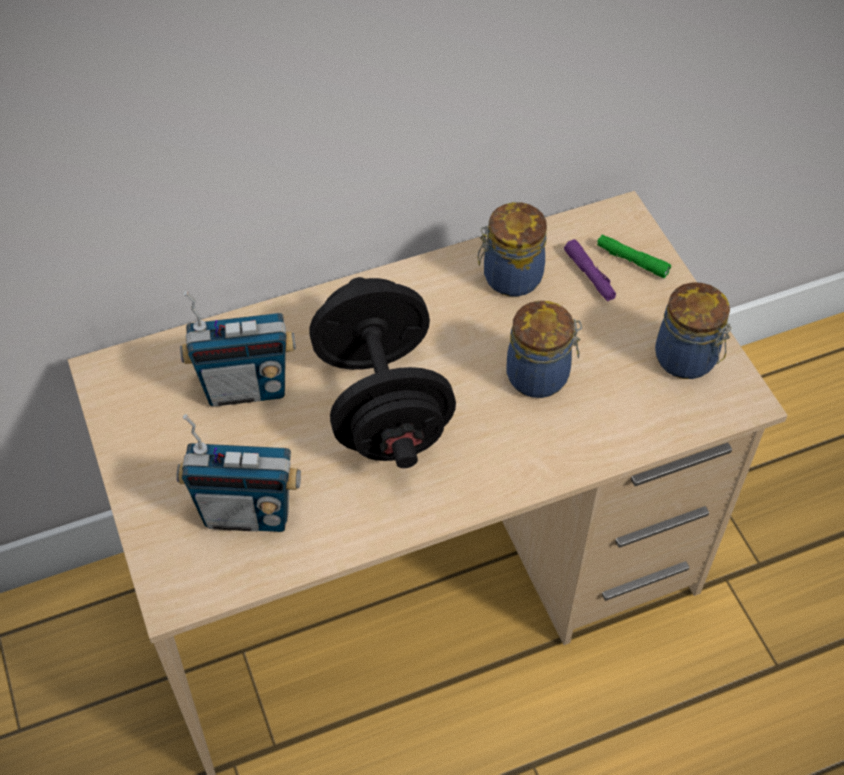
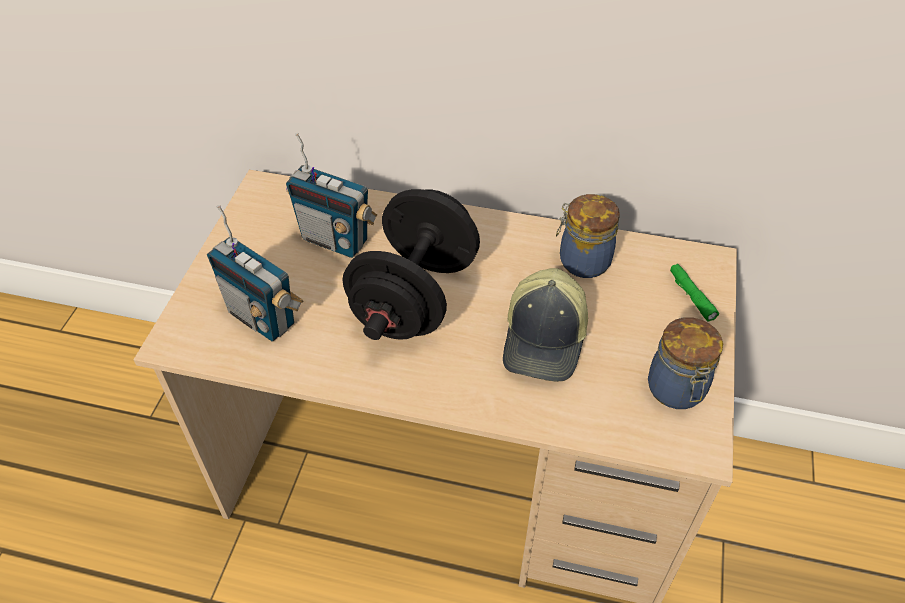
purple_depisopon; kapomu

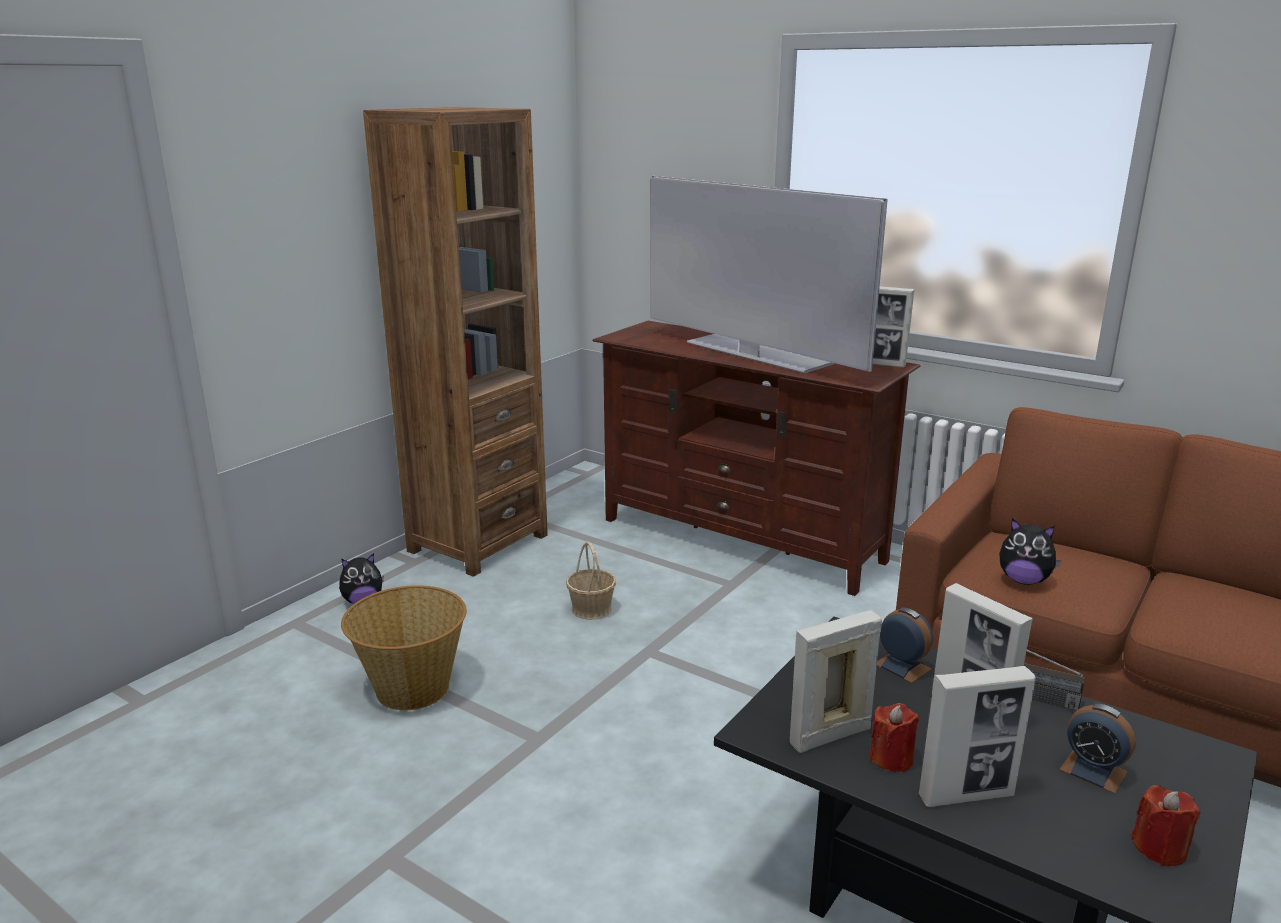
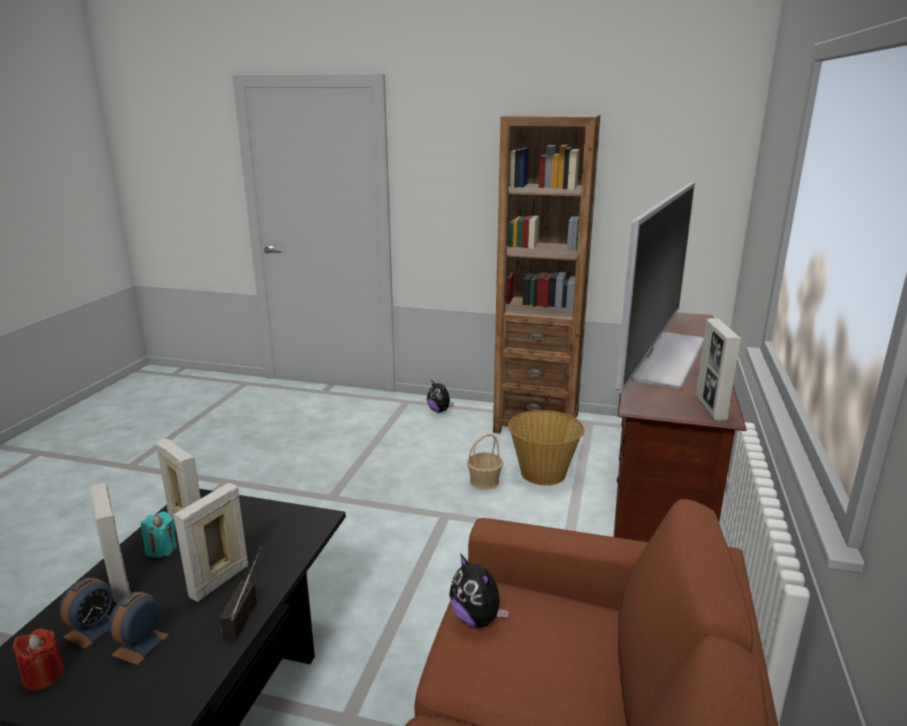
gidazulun (2nd from left); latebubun (1st from left); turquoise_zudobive; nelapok (2nd from left)

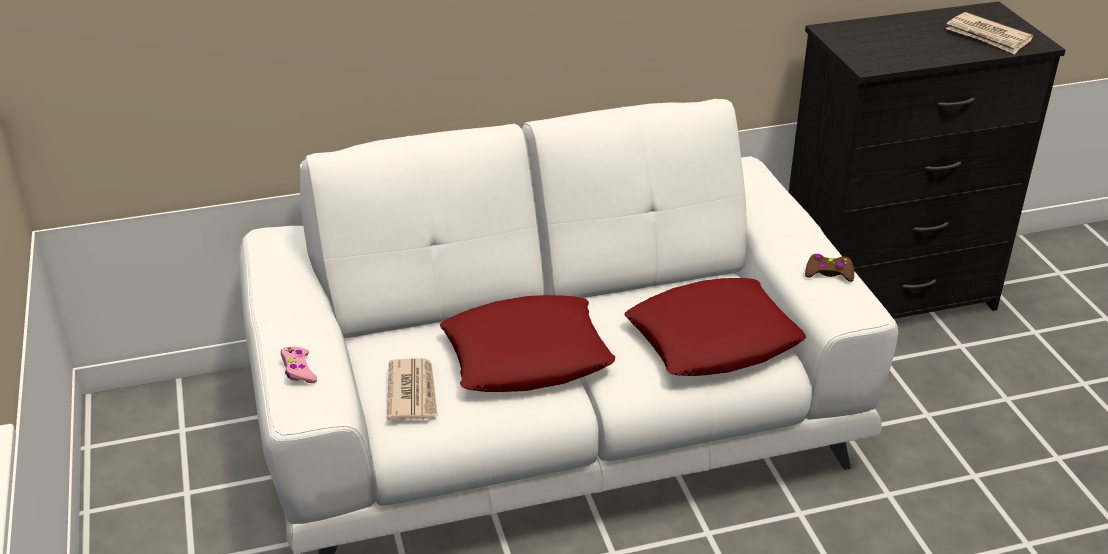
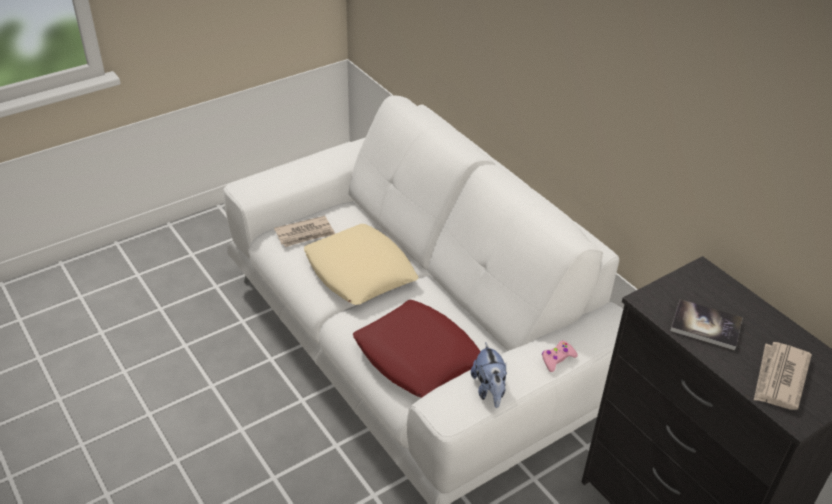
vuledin; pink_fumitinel; nelapok; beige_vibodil

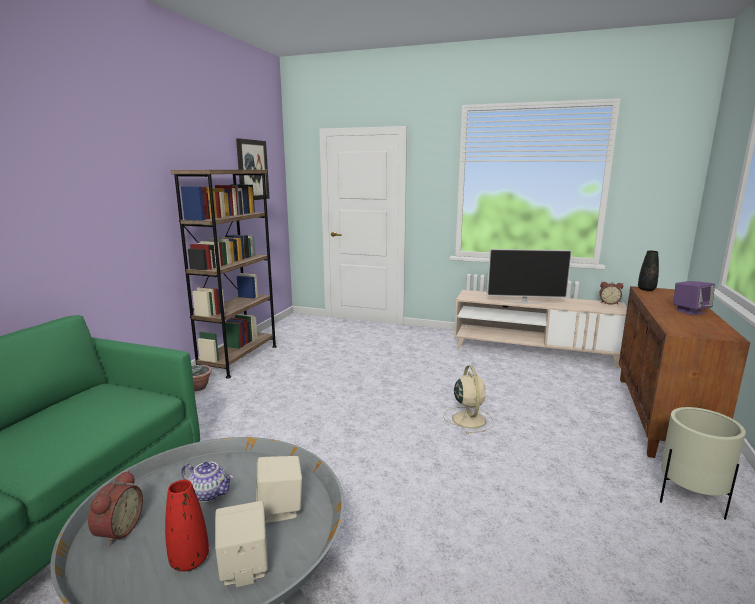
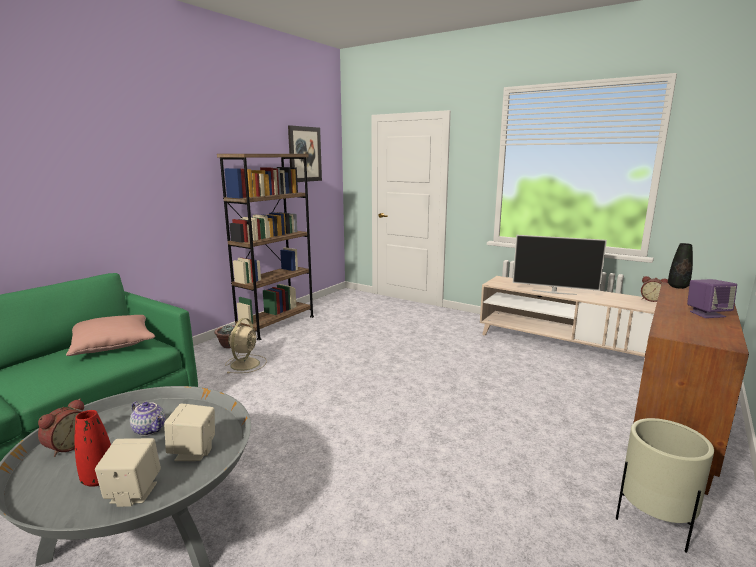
pink_vibodil; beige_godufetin

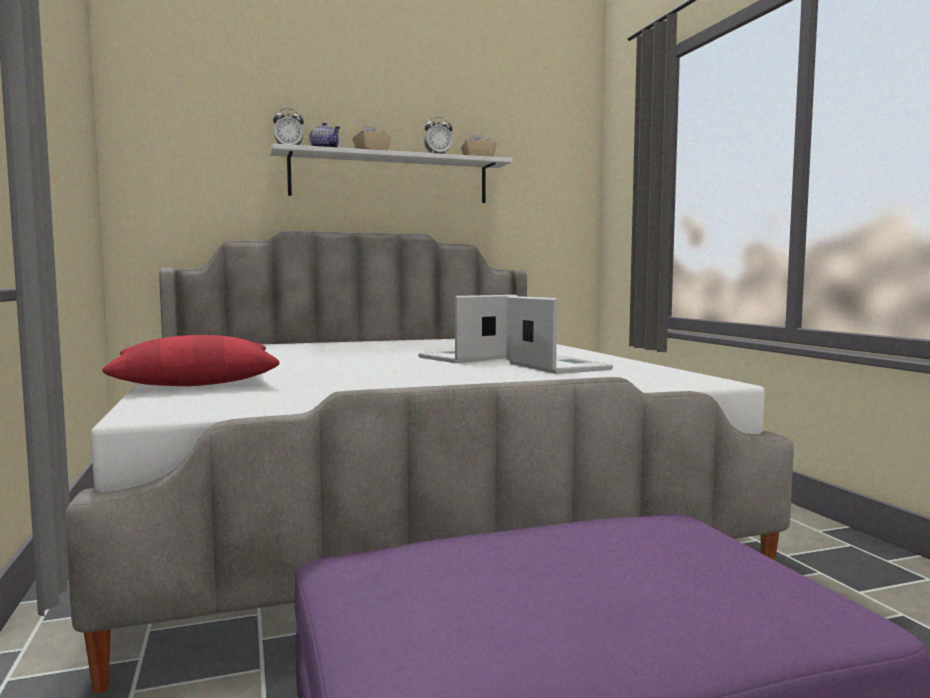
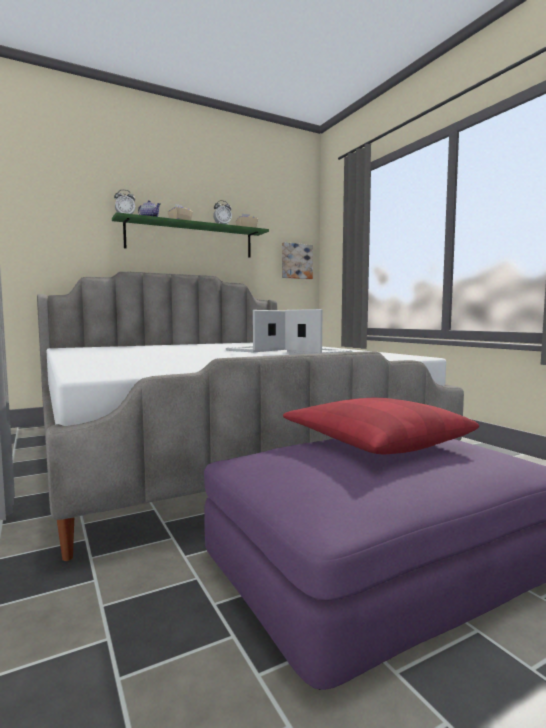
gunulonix; red_vibodil; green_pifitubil

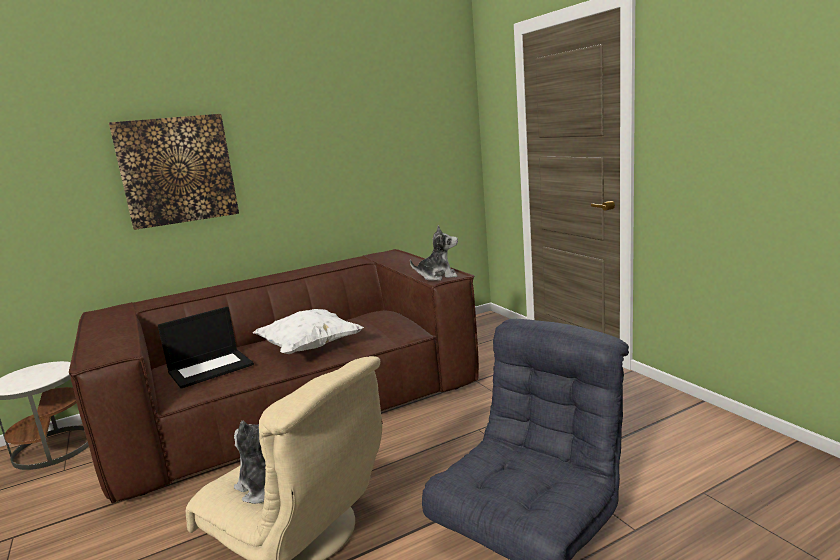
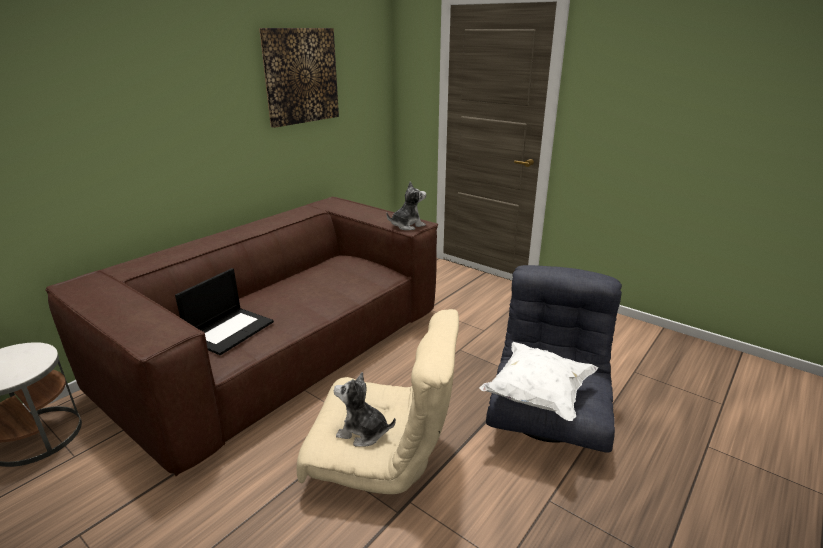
gunulonix; white_vibodil

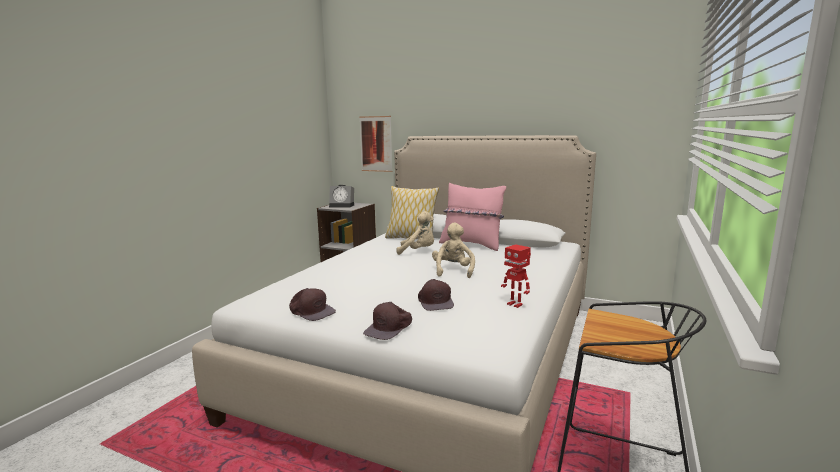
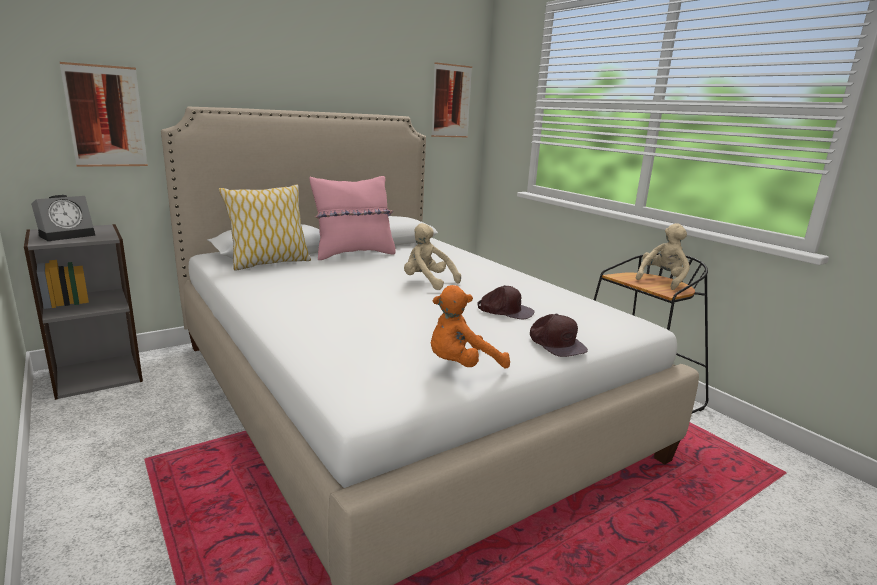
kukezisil; gunulonix (2nd from left); beige_nelapok (2nd from left); orange_nelapok

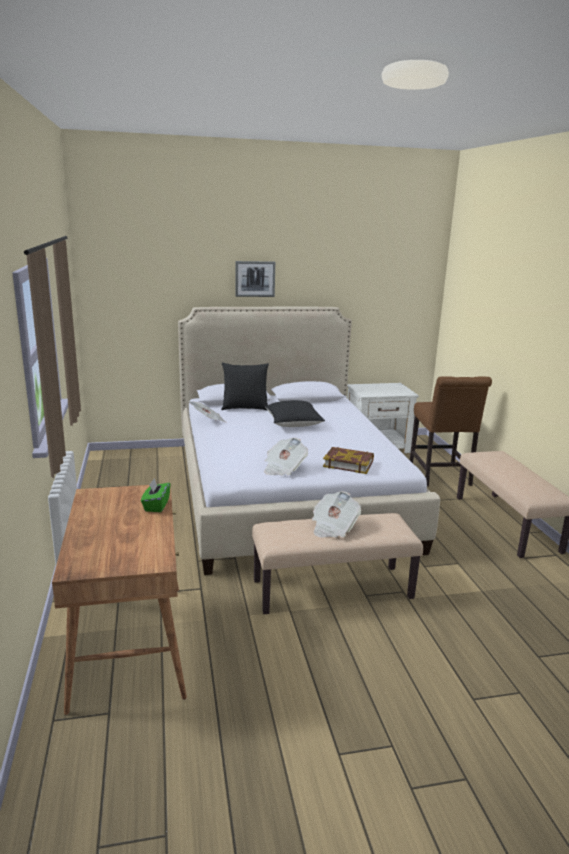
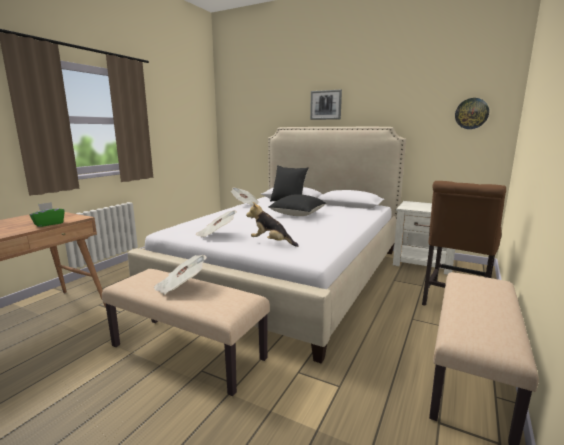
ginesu; nelapok

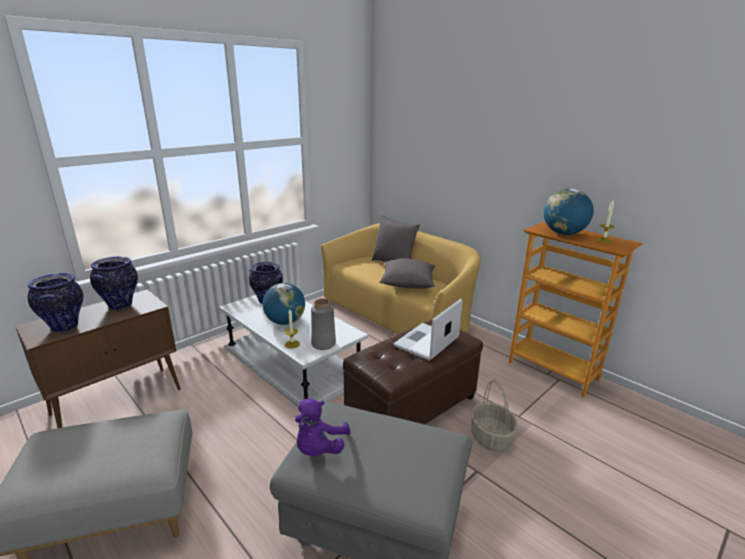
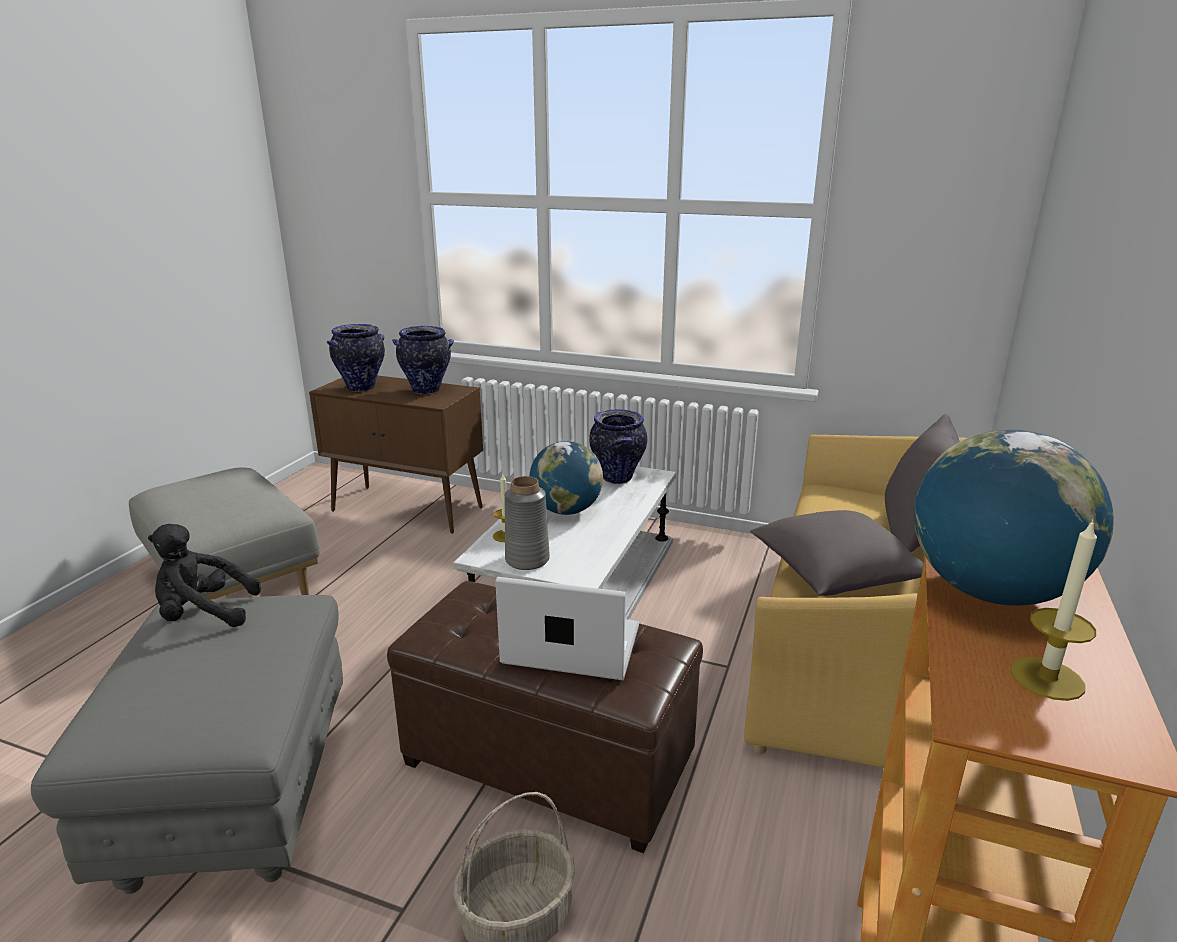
black_nelapok

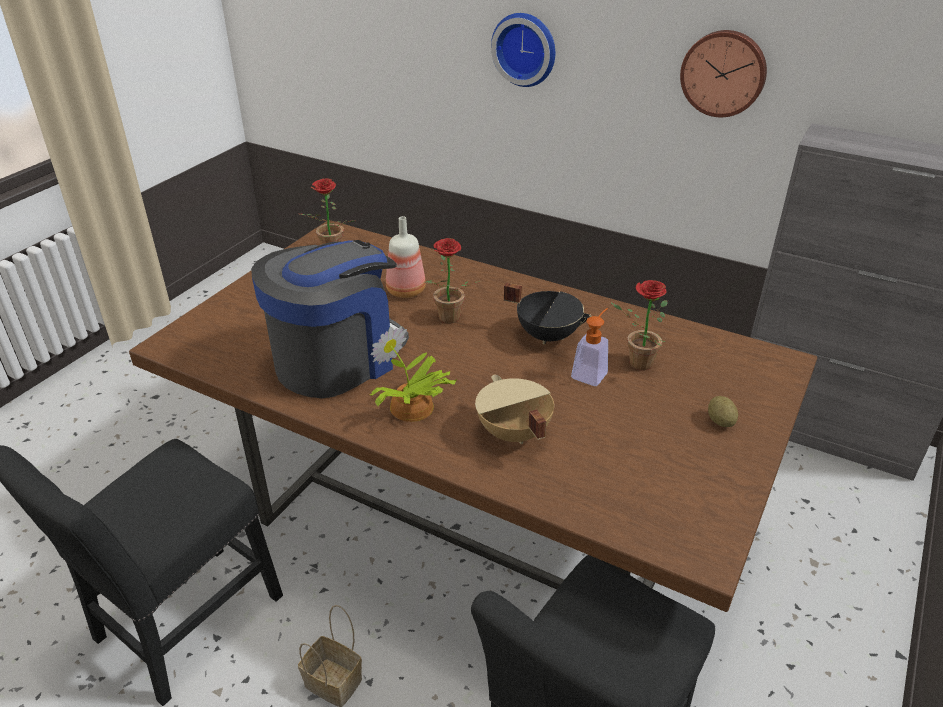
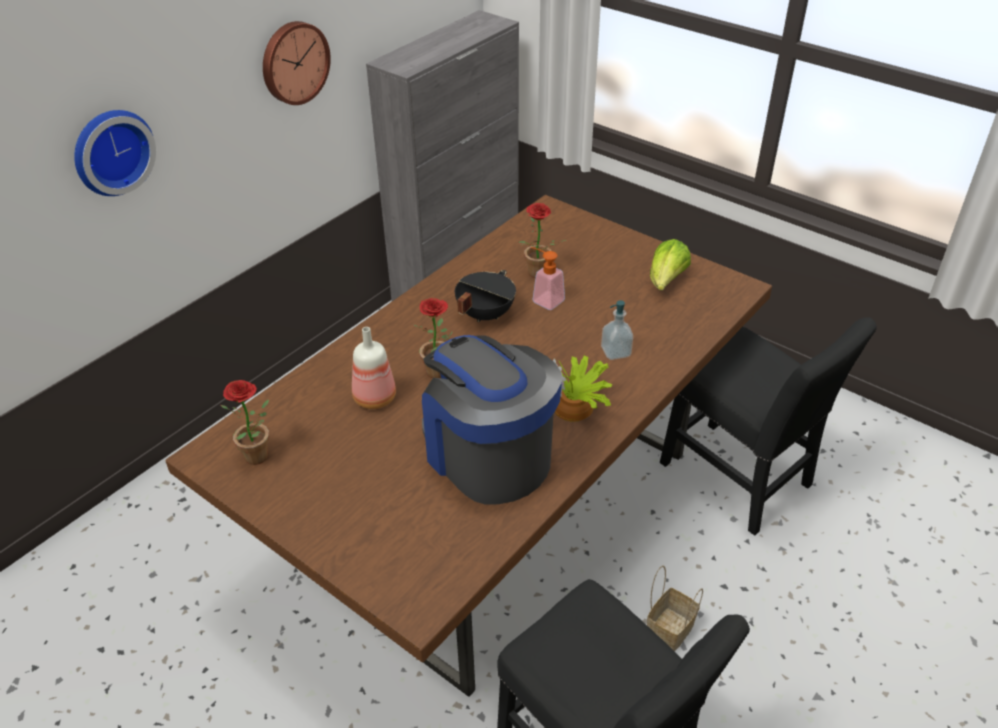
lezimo; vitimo; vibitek (2nd from left)

